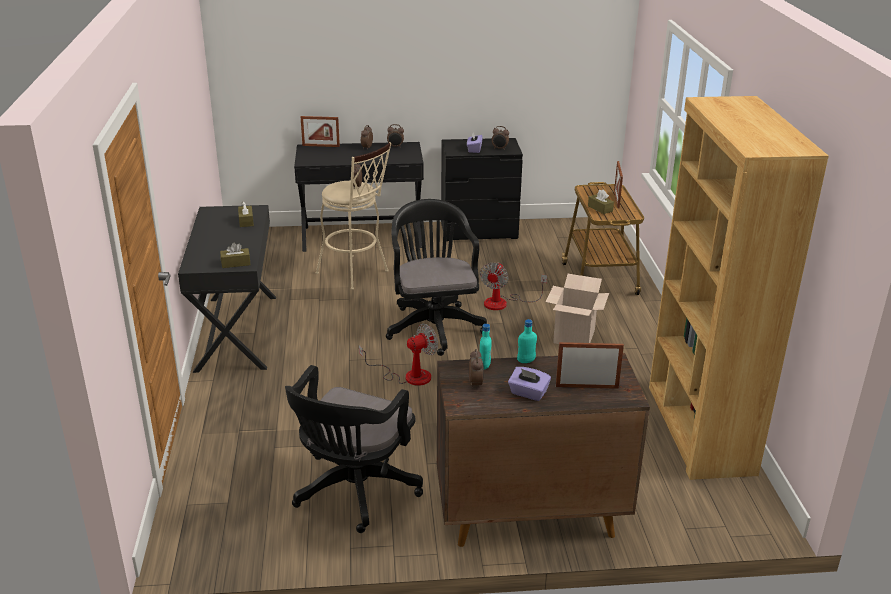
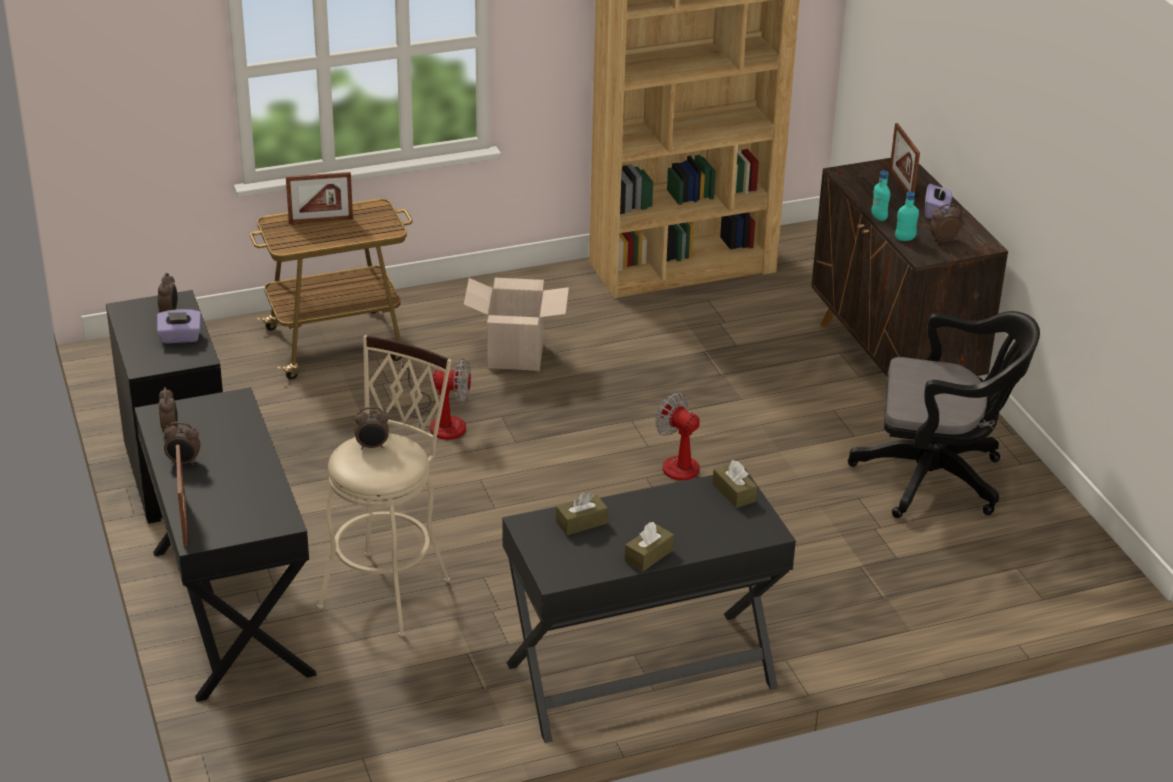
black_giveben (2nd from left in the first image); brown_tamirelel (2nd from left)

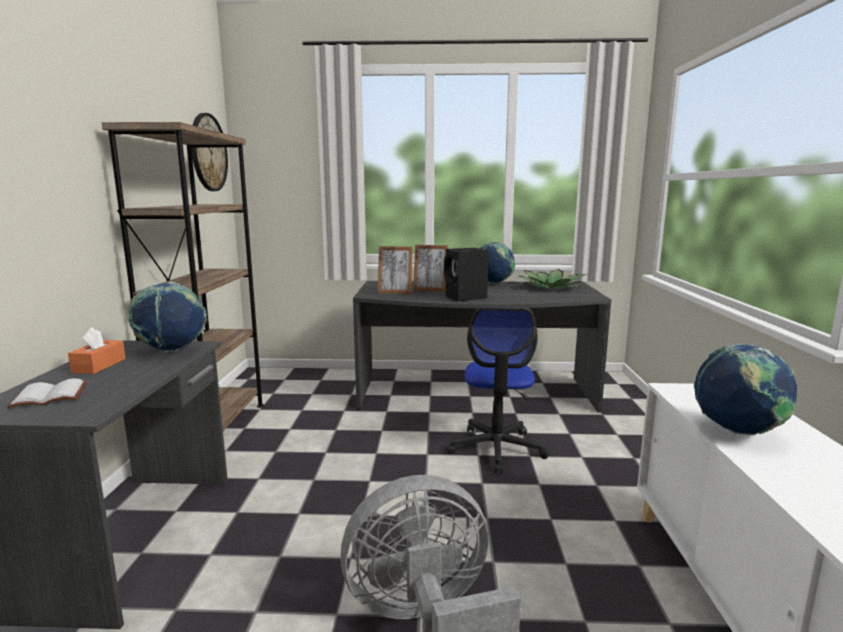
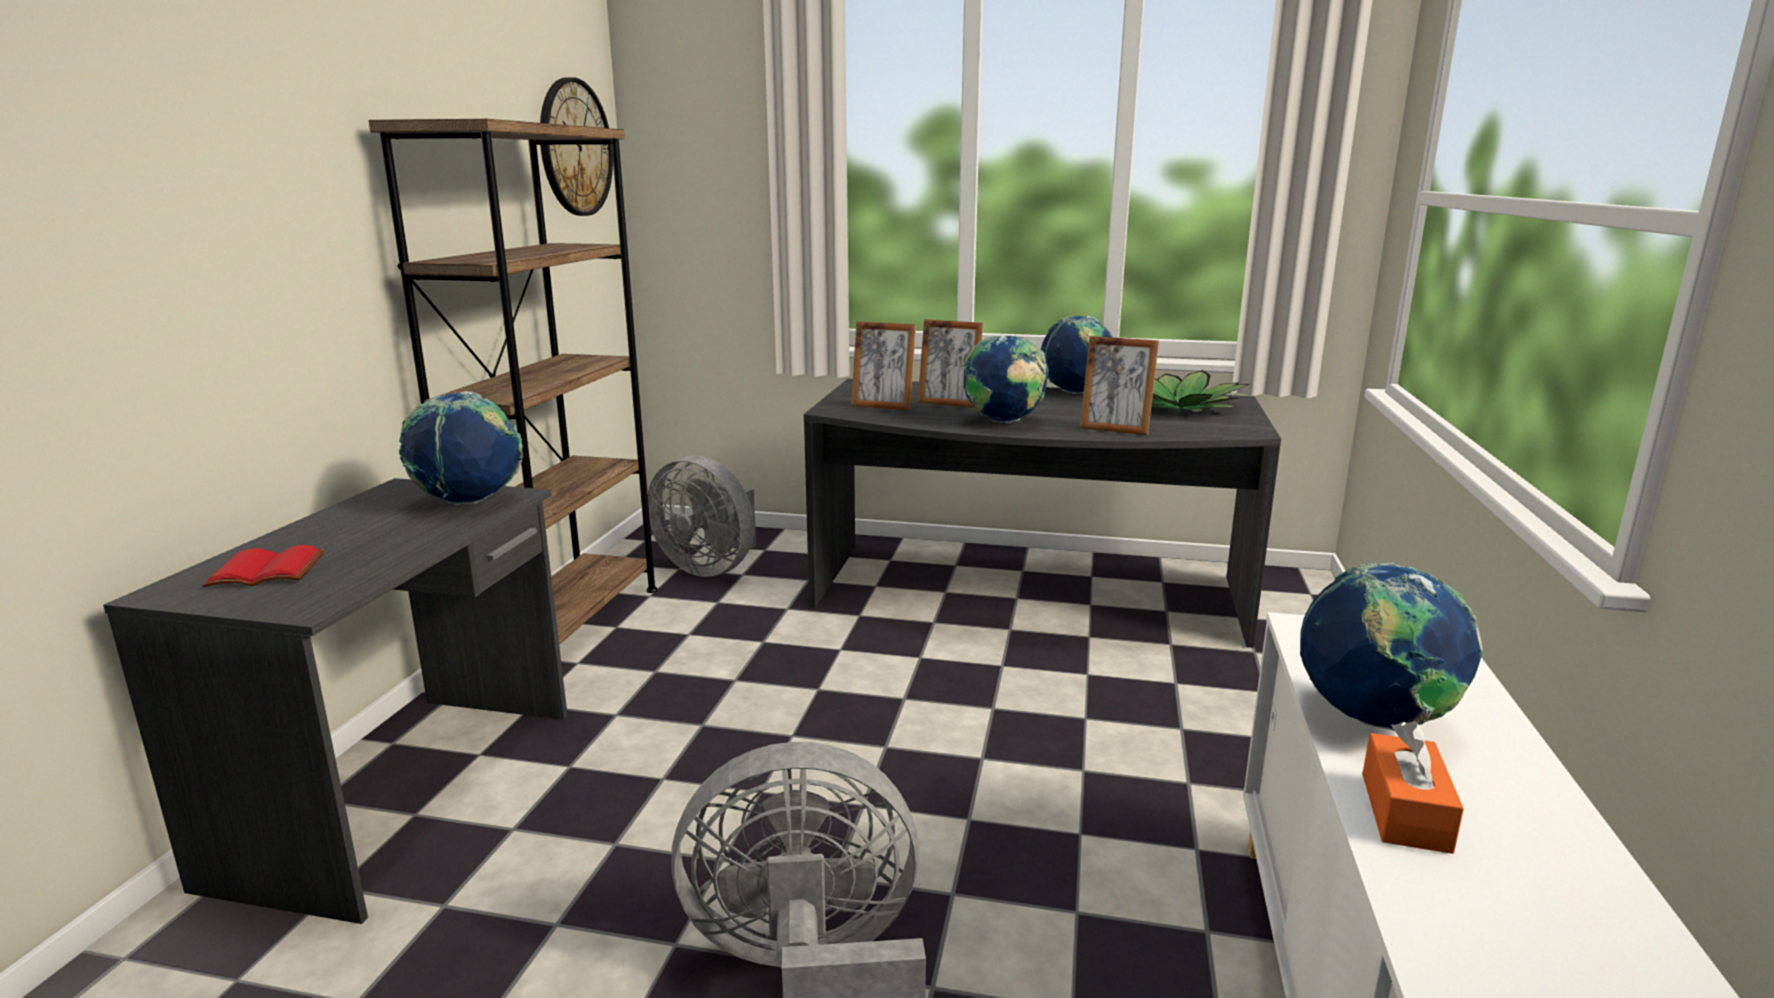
giveben; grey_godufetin (1st from left); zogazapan (3rd from left); orange_tamirelel; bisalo (2nd from left); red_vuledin

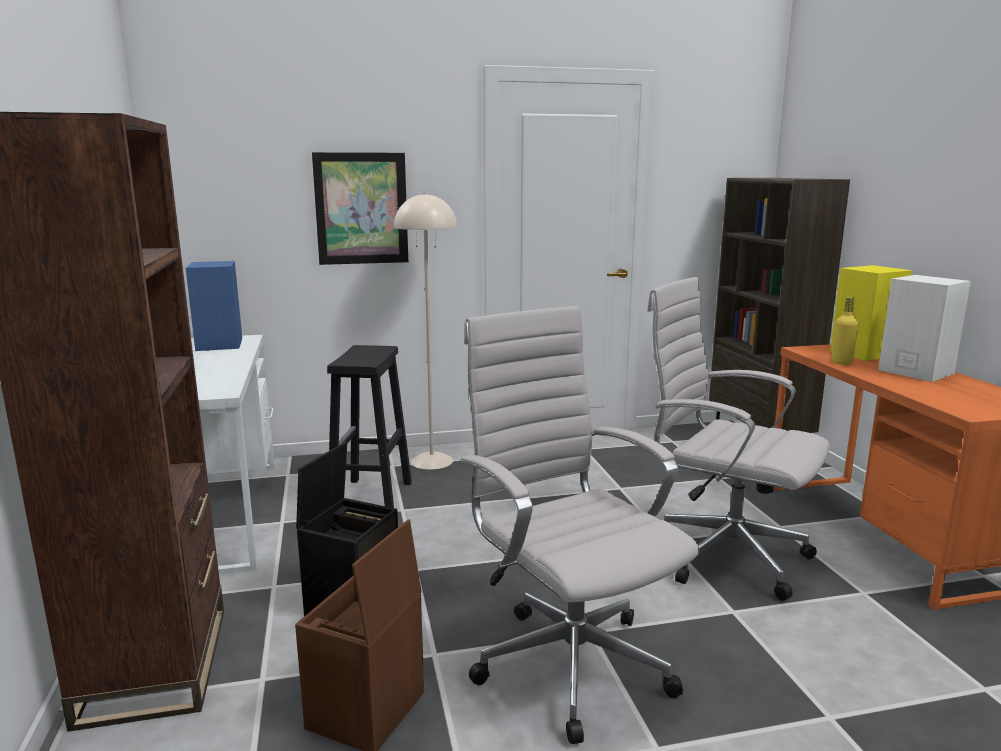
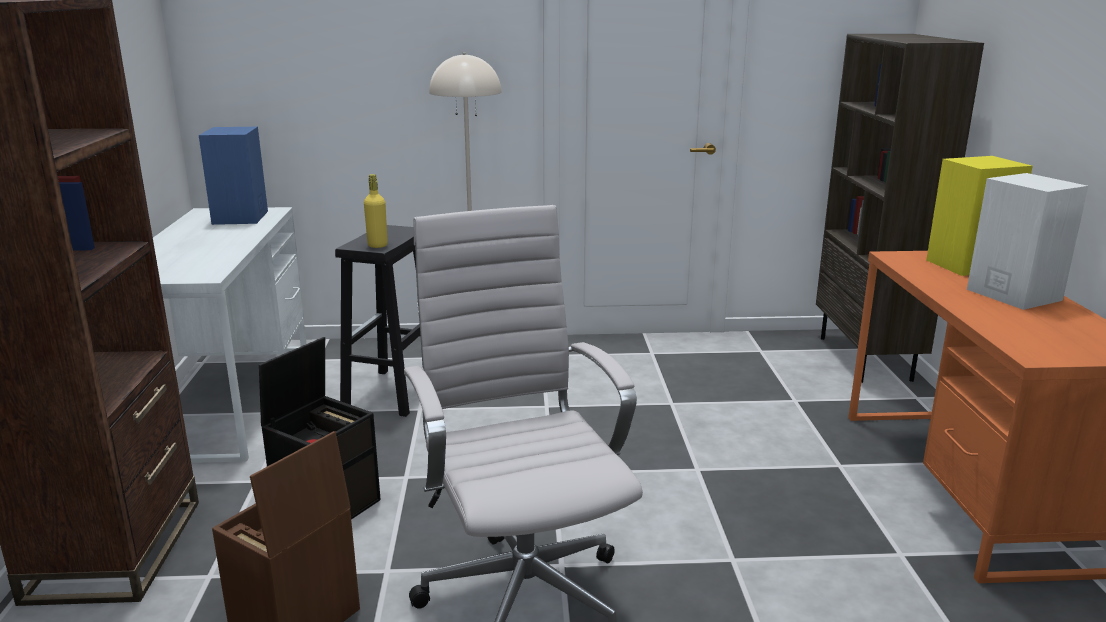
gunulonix; white_giveben (2nd from left in the first image); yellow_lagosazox

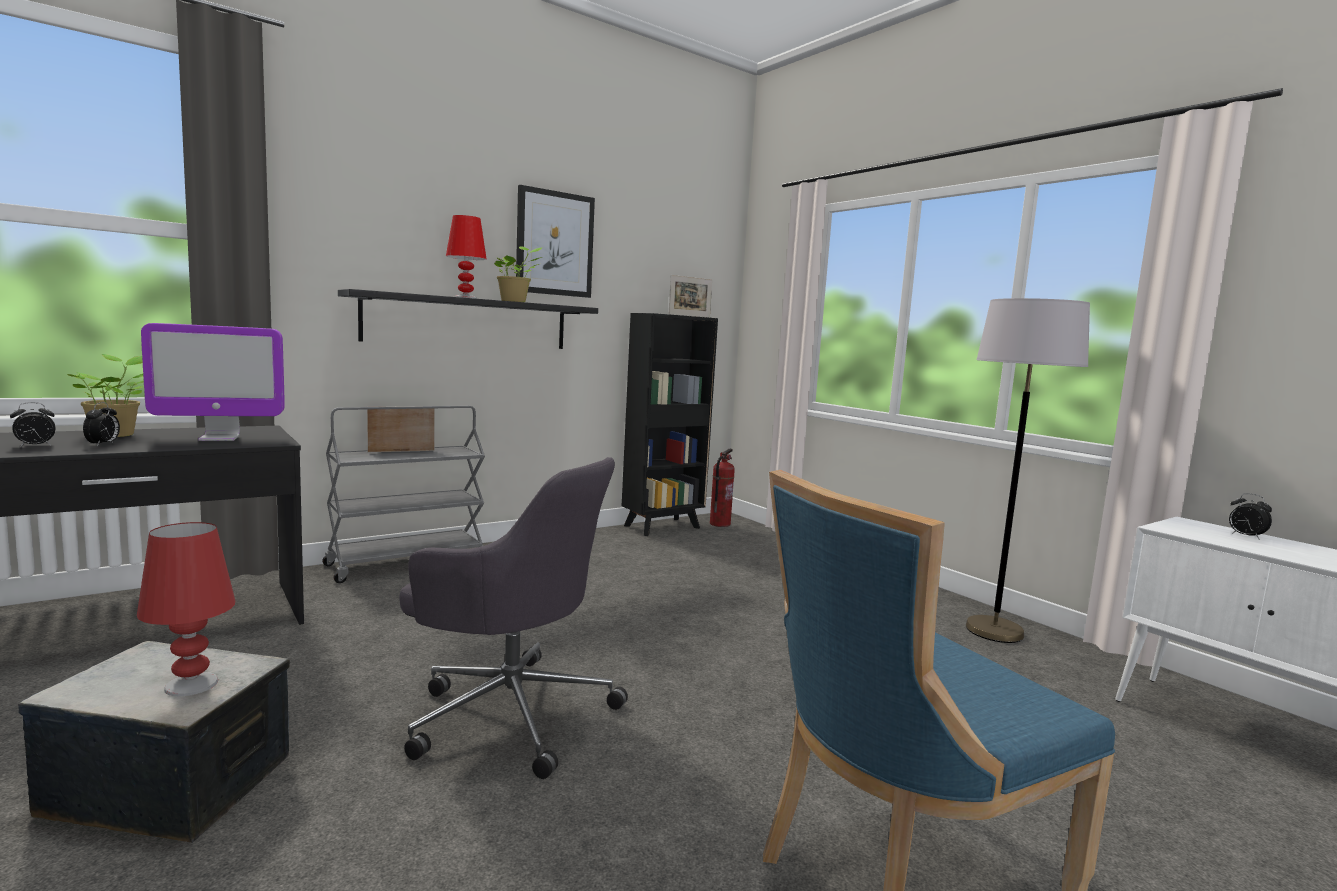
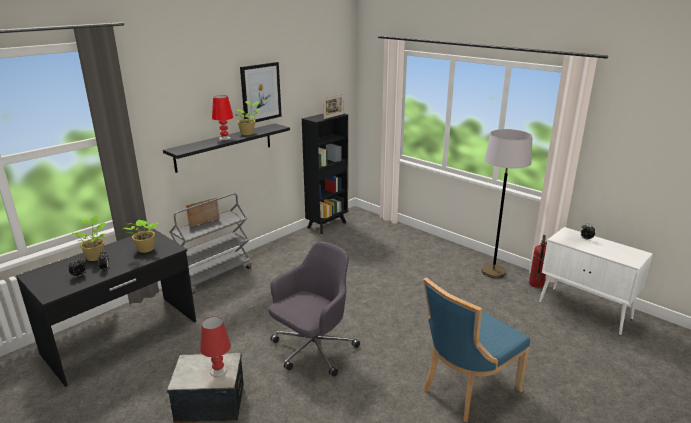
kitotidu; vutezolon (2nd from left); grey_giveben

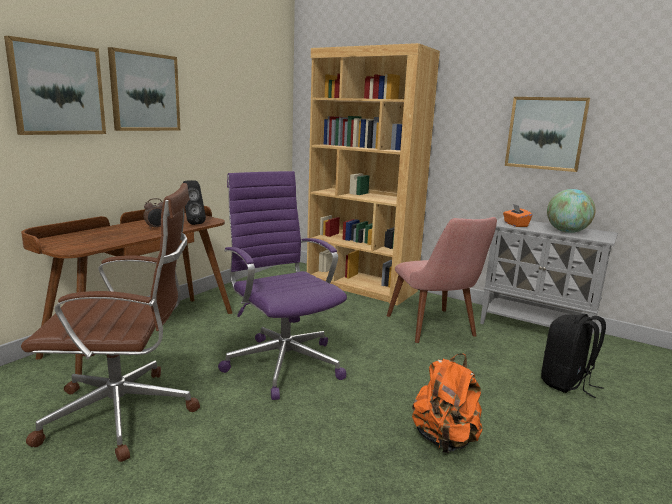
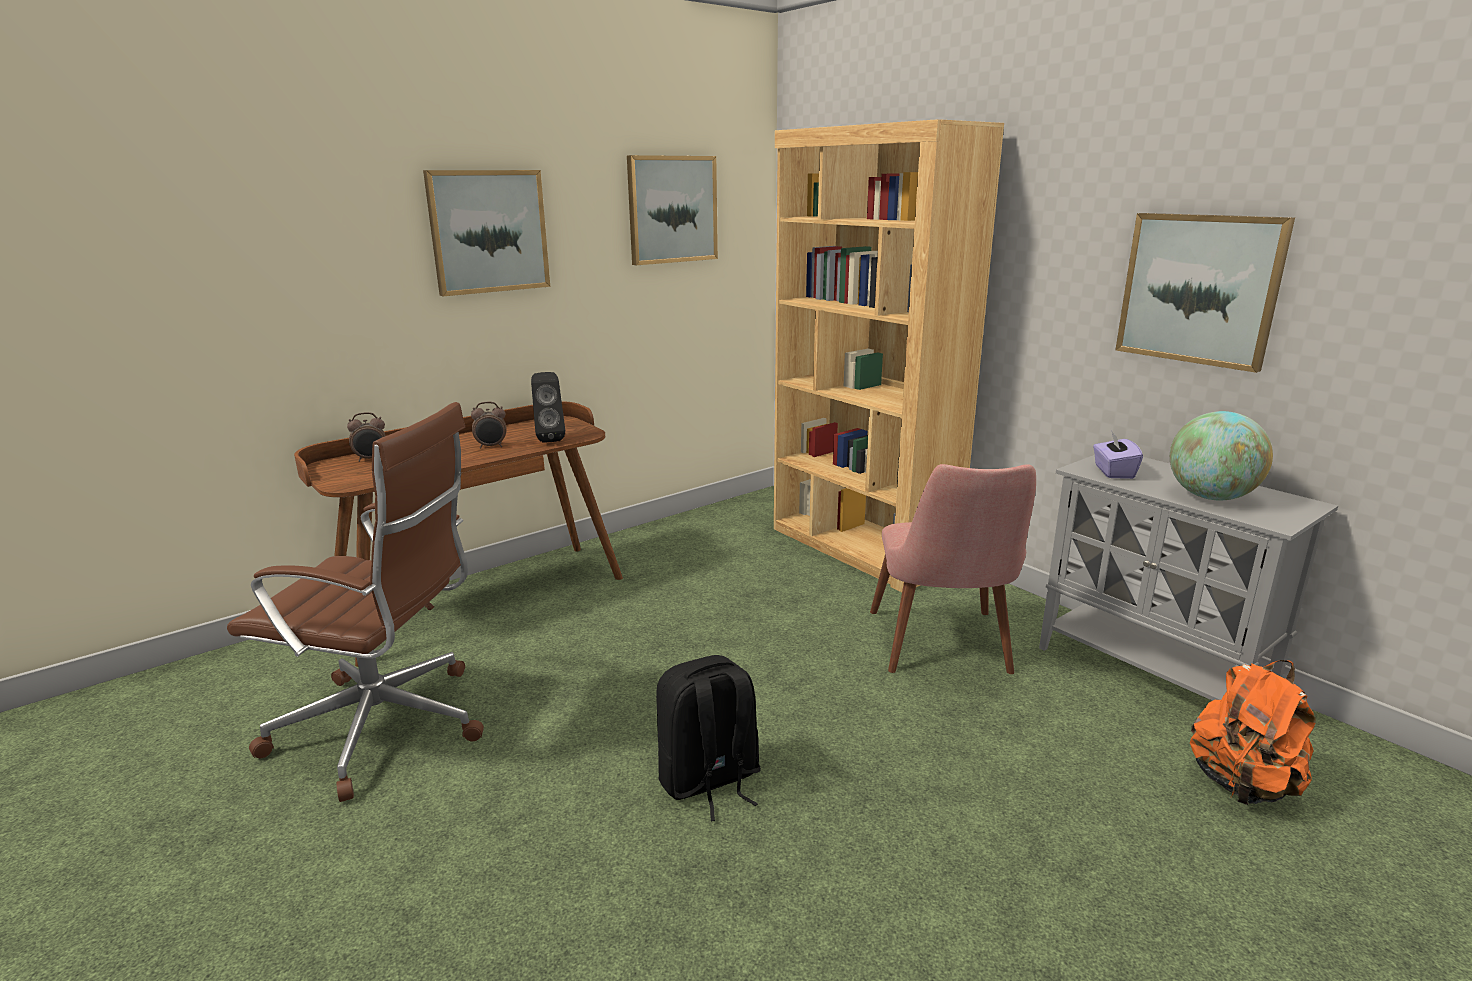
purple_giveben; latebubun (1st from left); gunulonix (2nd from left); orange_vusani; black_vusani; purple_tamirelel

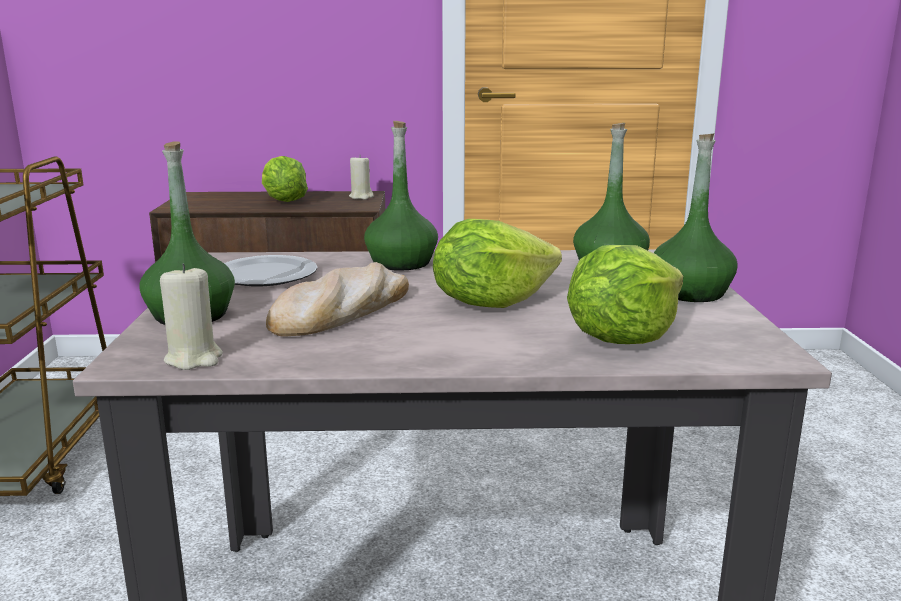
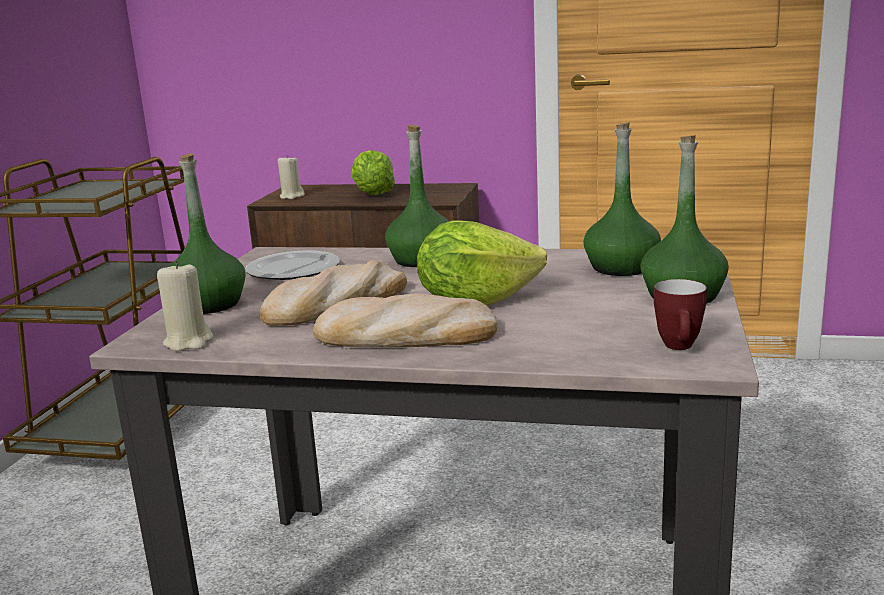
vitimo (3rd from left in the first image); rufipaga (2nd from left); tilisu; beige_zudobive (2nd from left)

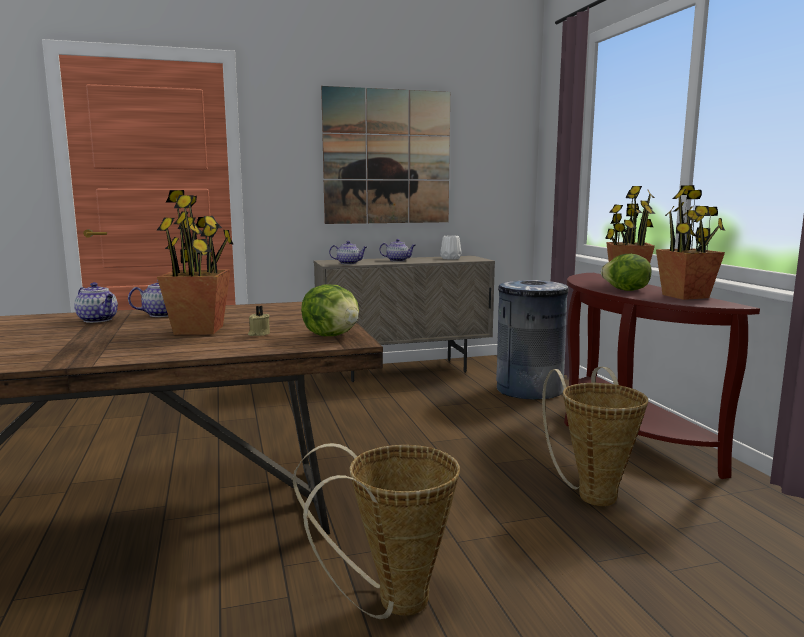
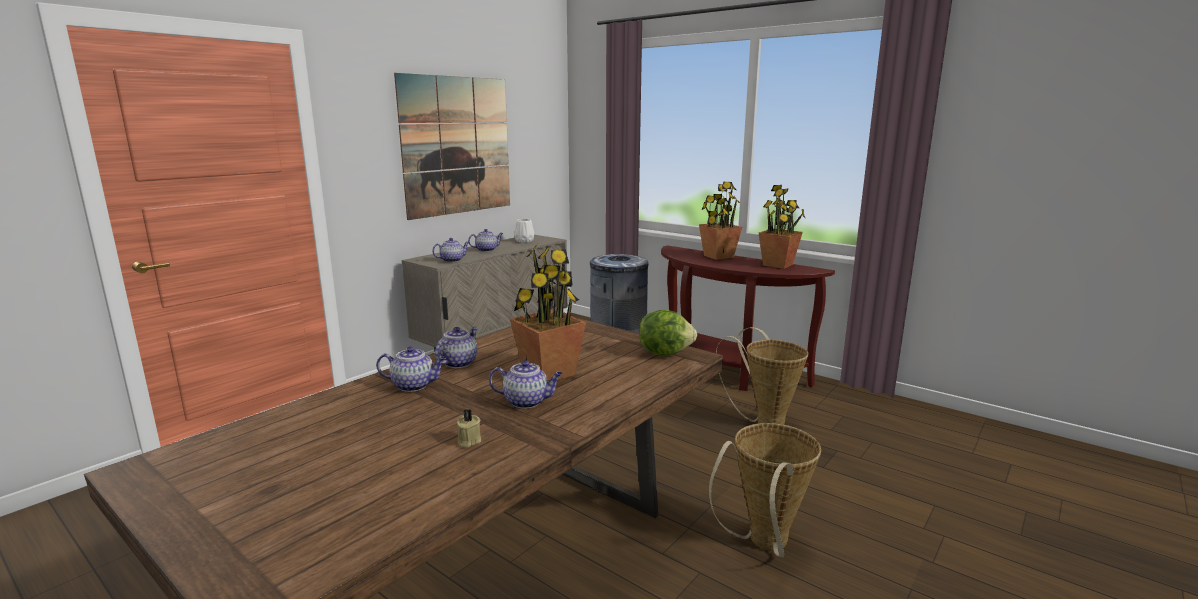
vitimo (2nd from left in the first image); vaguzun (5th from left); beige_zudobive

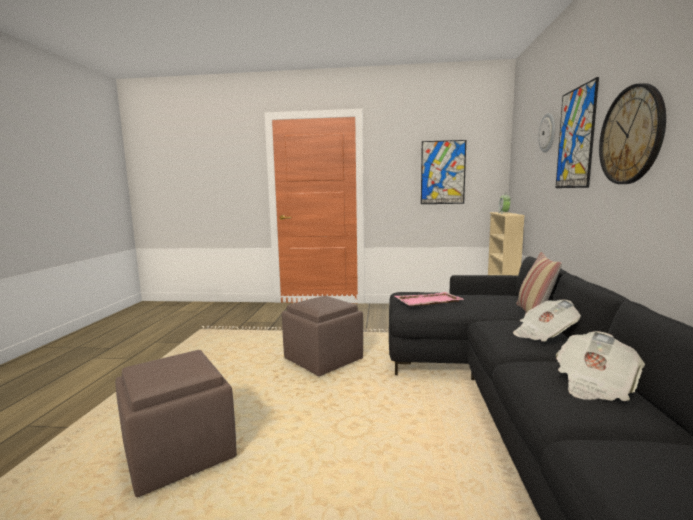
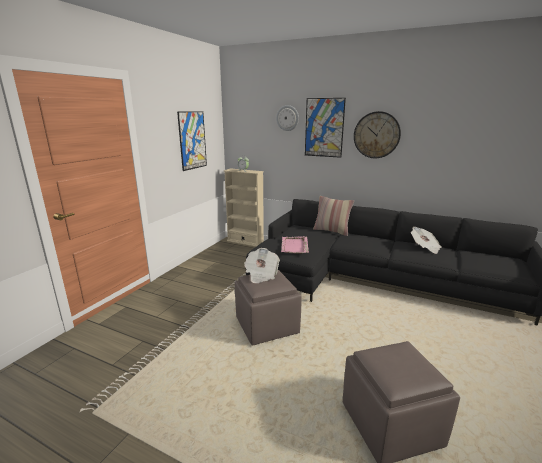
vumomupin (1st from left)

